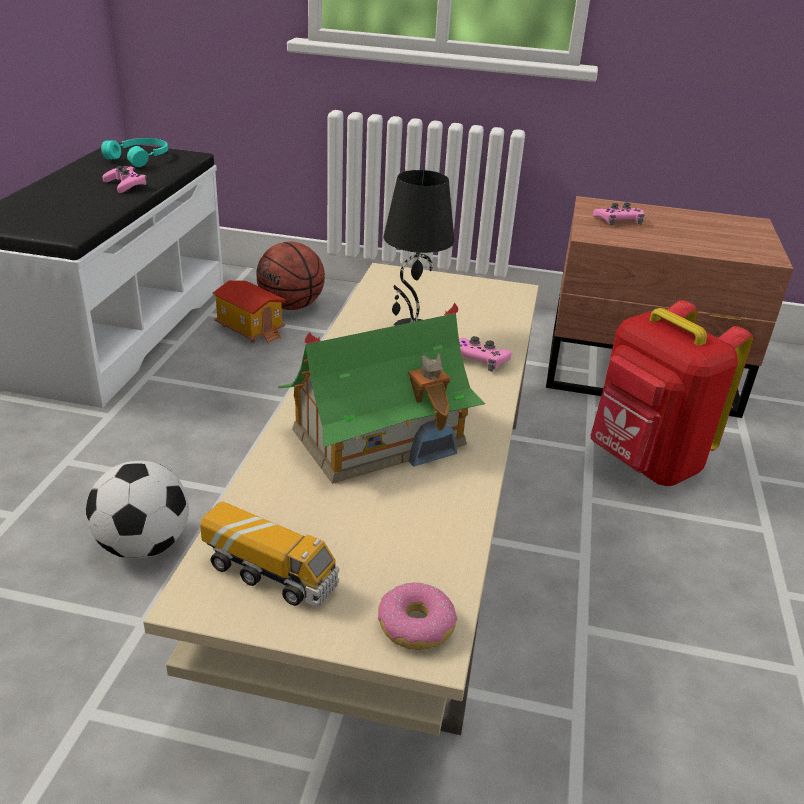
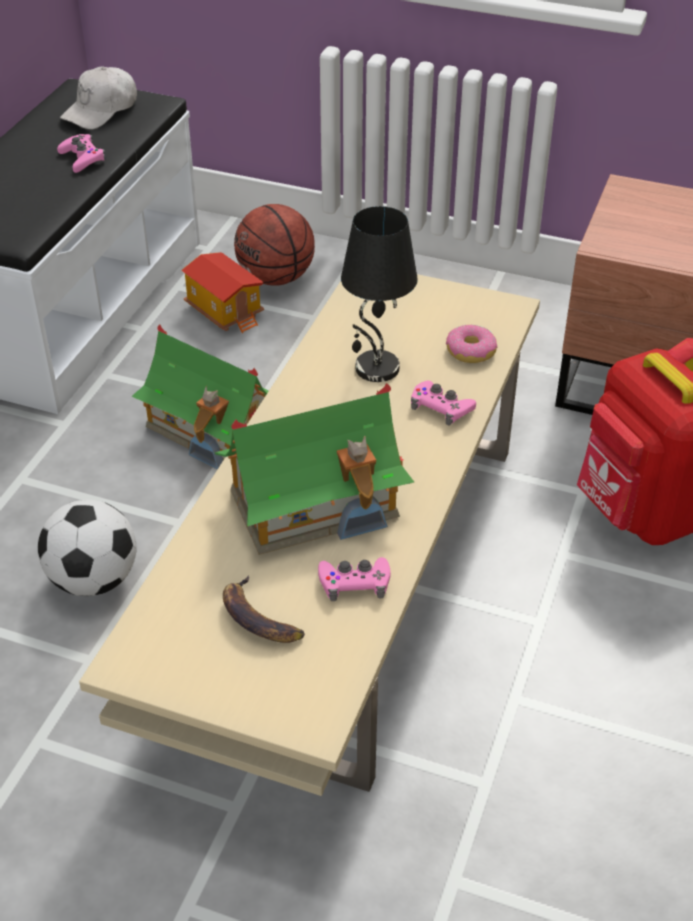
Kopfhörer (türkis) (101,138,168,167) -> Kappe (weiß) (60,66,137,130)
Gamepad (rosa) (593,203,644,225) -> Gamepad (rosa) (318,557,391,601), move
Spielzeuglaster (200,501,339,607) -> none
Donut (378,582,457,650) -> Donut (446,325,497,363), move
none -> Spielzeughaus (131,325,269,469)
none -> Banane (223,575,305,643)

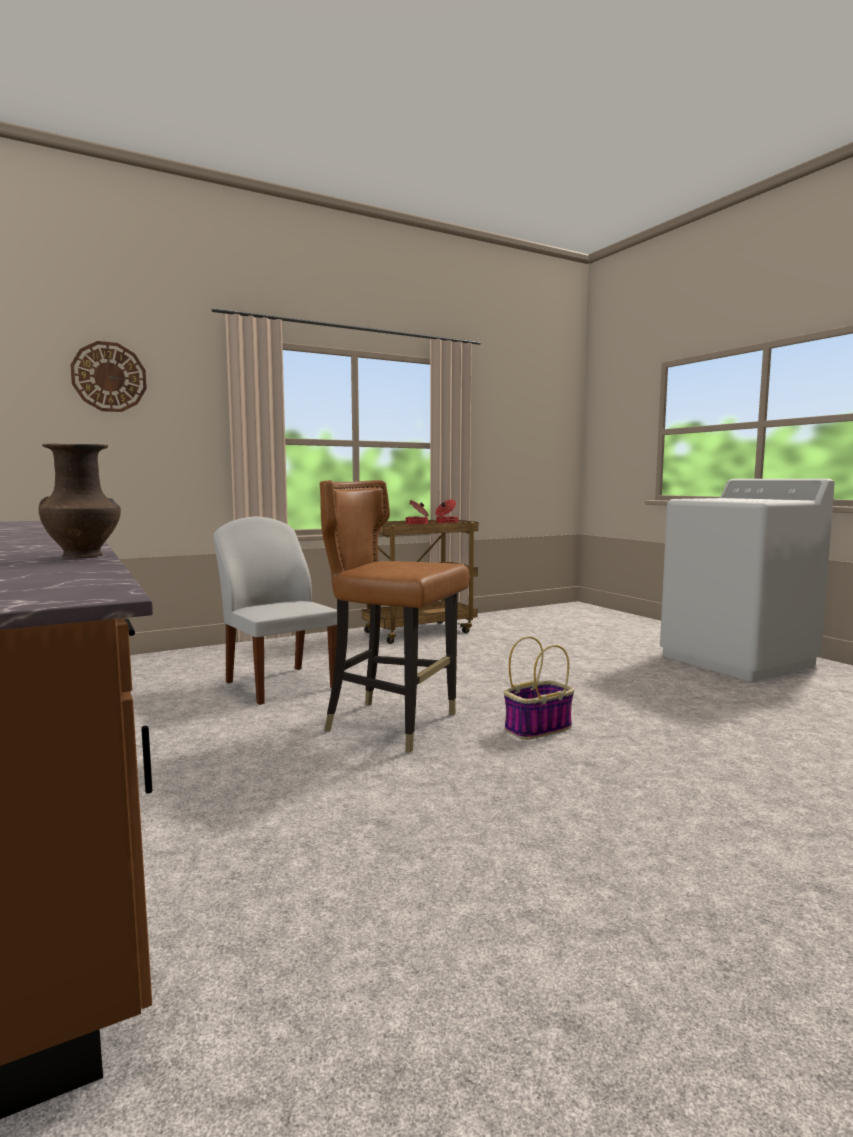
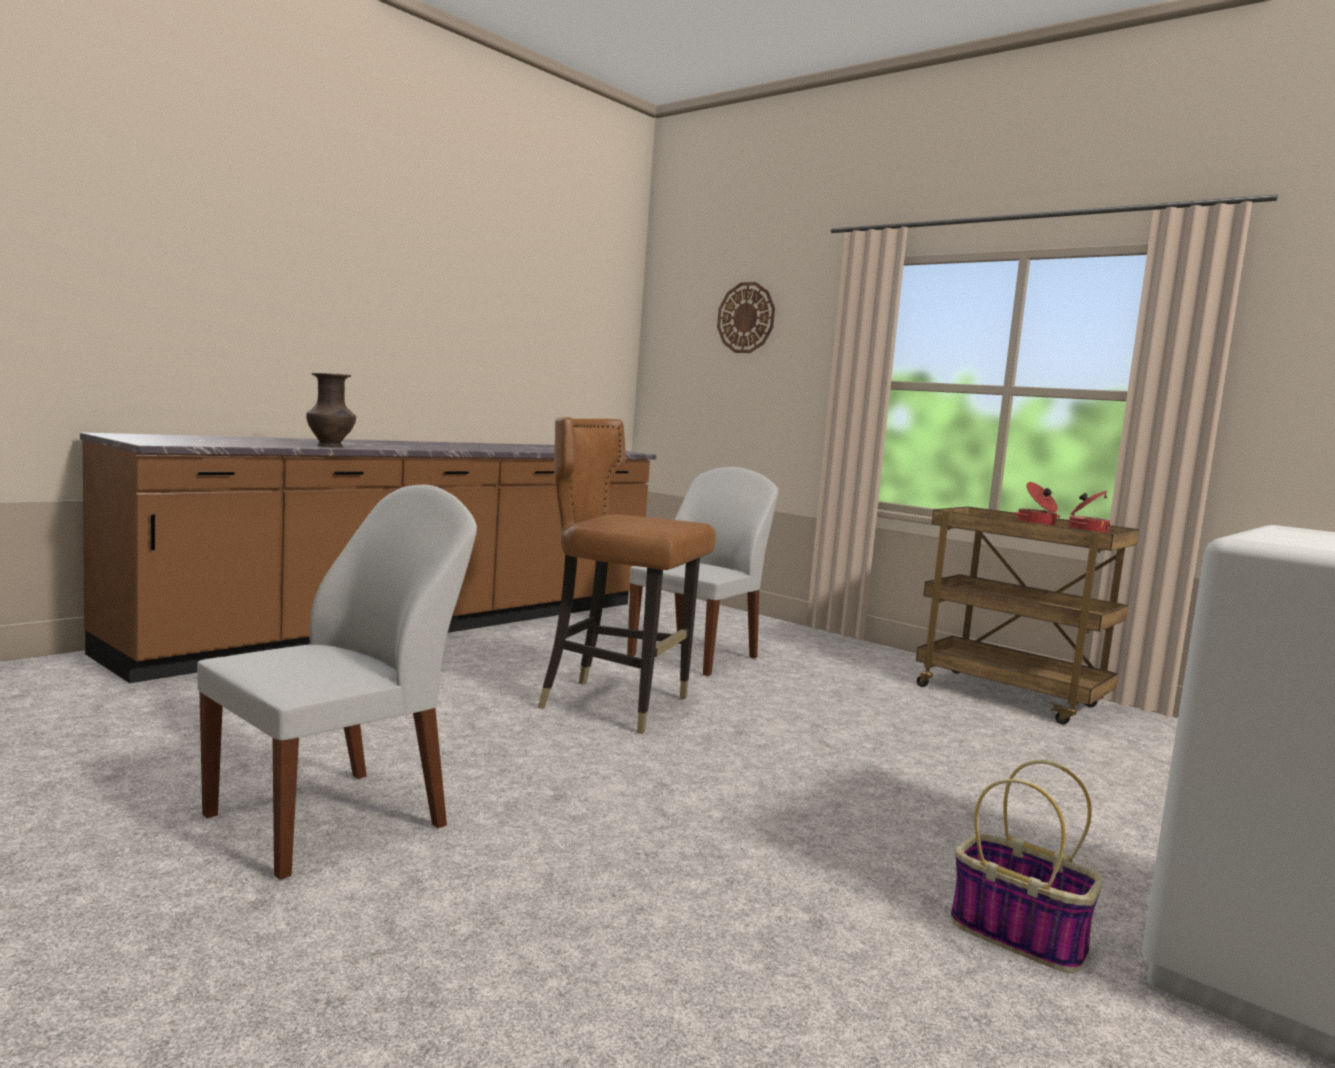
Stuhl (braun) (320,480,470,753) -> Stuhl (braun) (538,417,716,734), 75 degrees counterclockwise
Korb (504,636,574,740) -> Korb (950,760,1103,973), move
none -> Stuhl (weiß) (197,485,477,880)

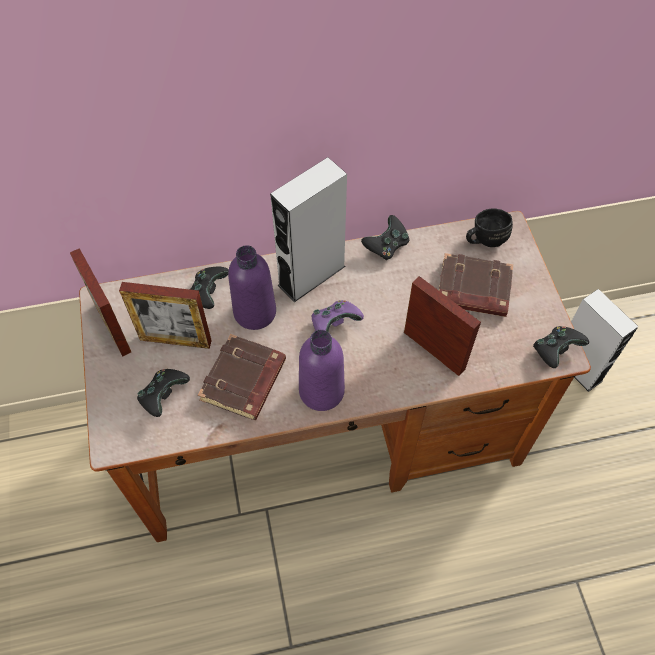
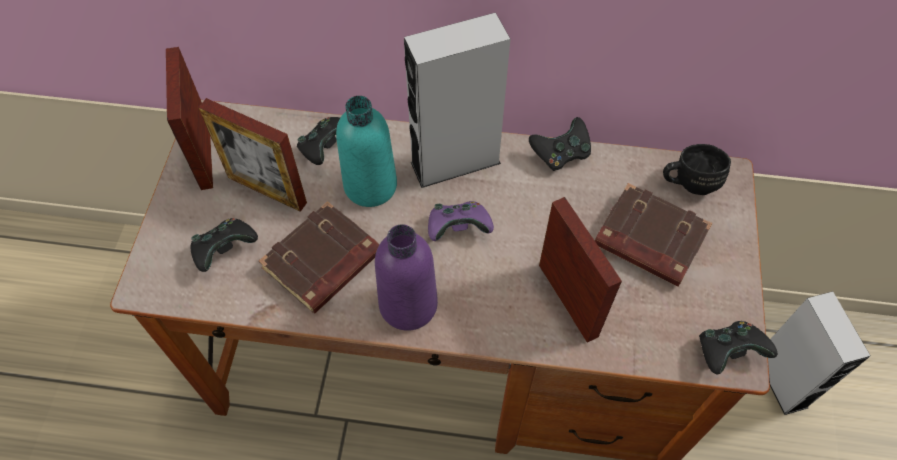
Flasche (lila) (228,245,276,330) -> Flasche (türkis) (336,96,397,207)

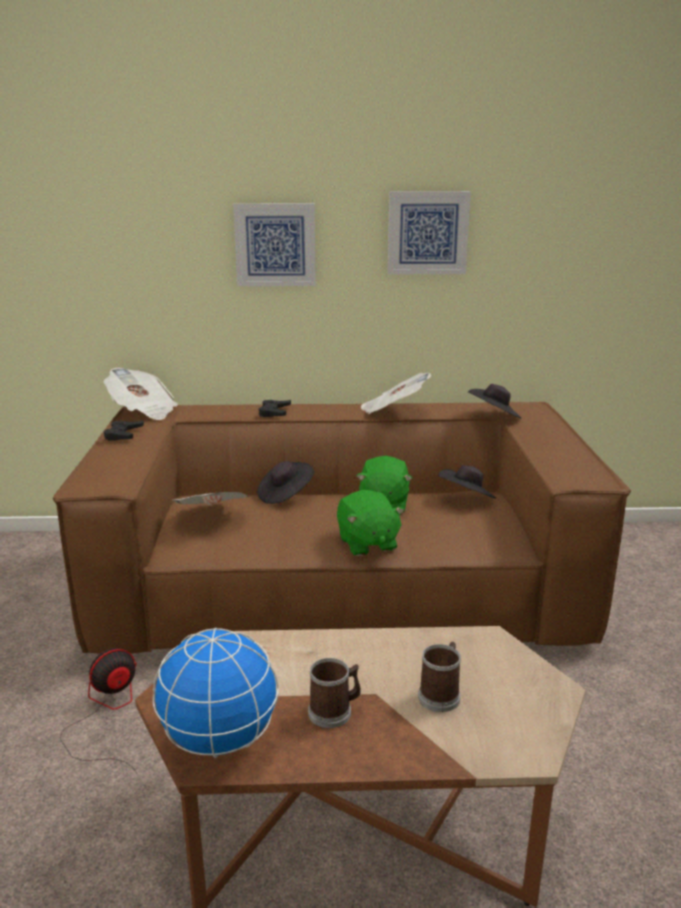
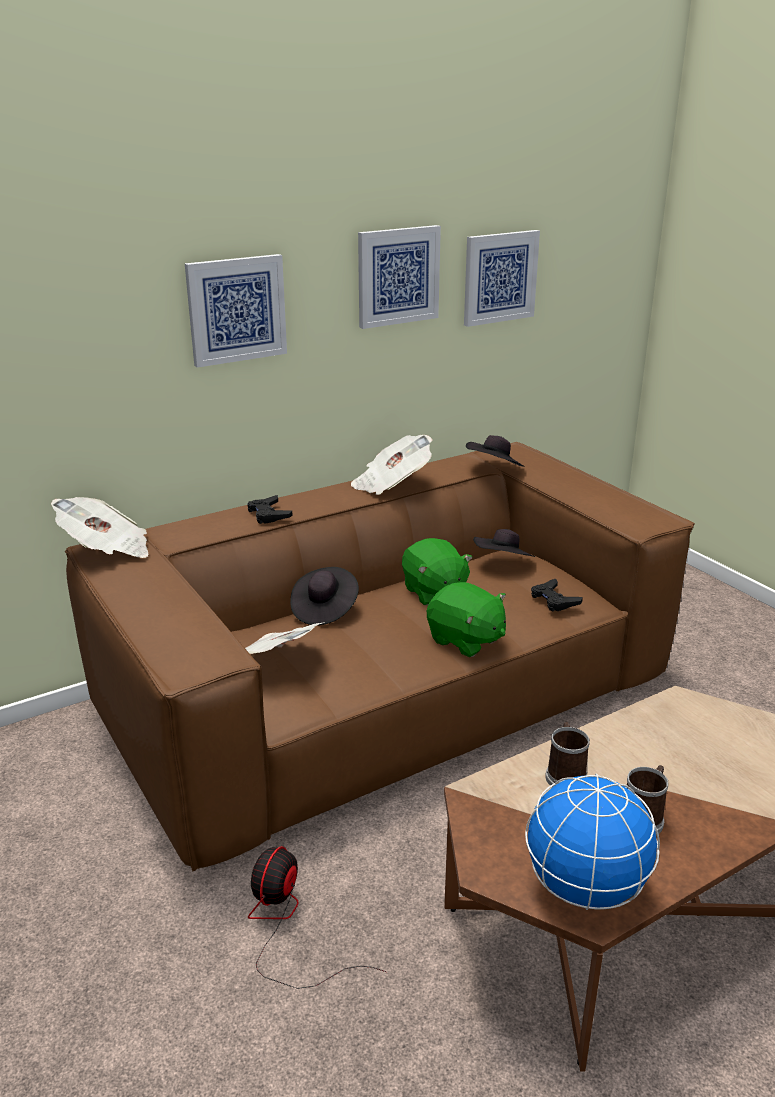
Gamepad (schwarz) (104,421,144,441) -> Gamepad (schwarz) (531,579,583,611), move
Henkelbecher (418,642,461,712) -> Henkelbecher (545,722,590,786), move
none -> Bild (464,230,540,327)

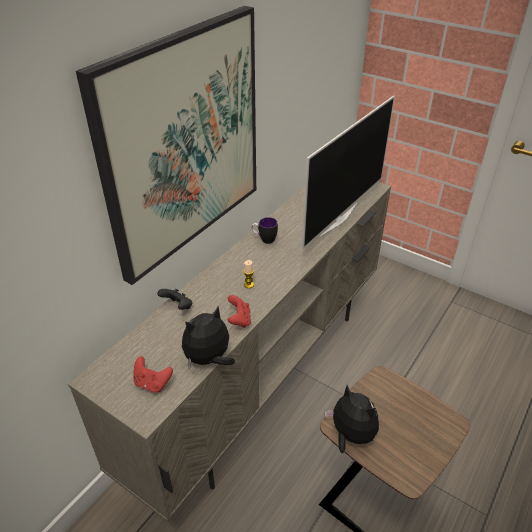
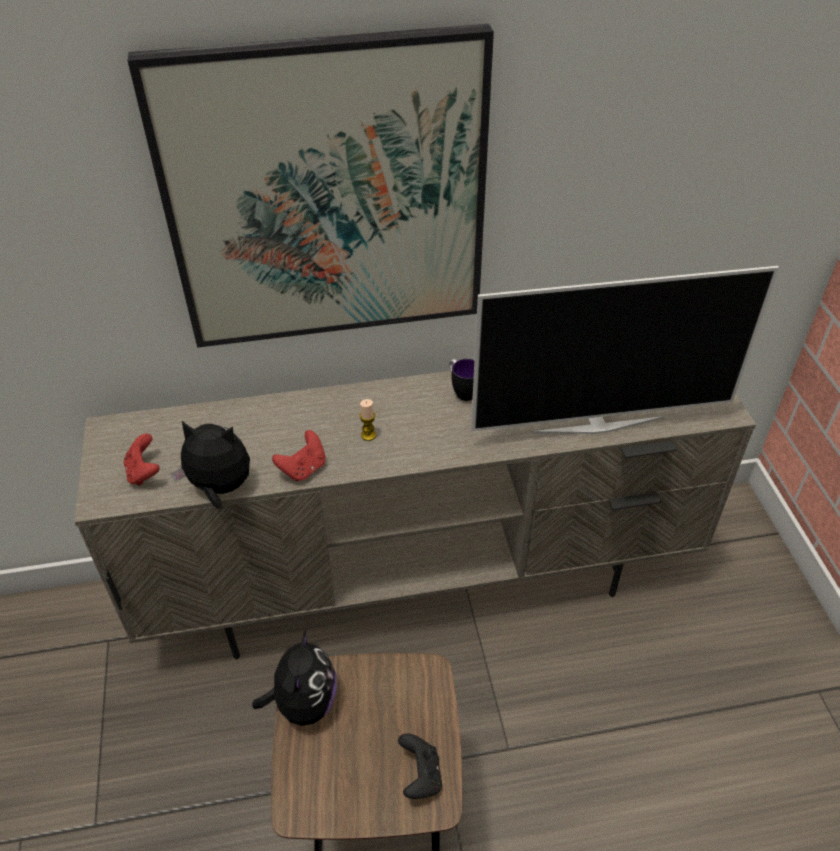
Gamepad (schwarz) (157,289,192,310) -> Gamepad (schwarz) (398,733,442,799), move

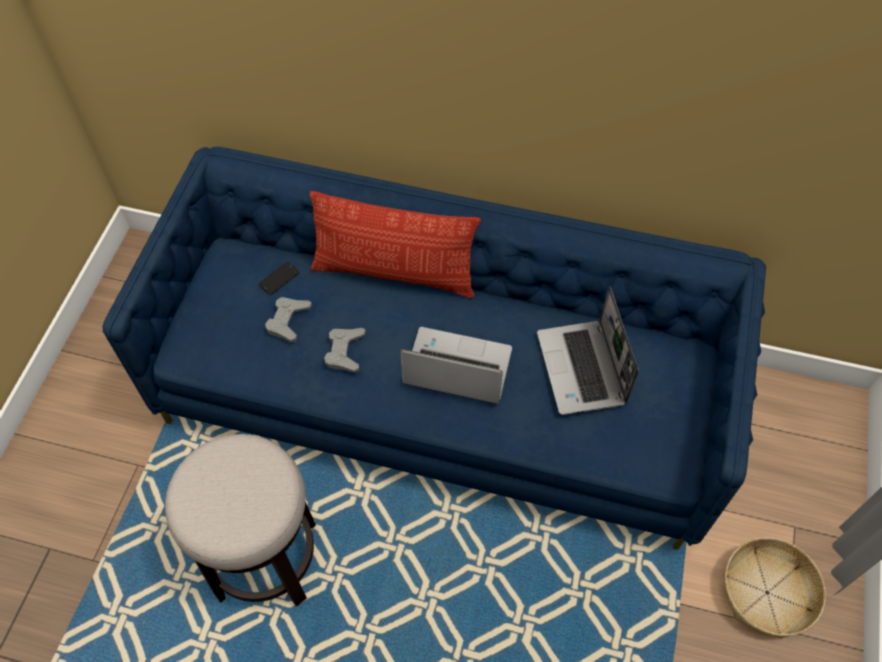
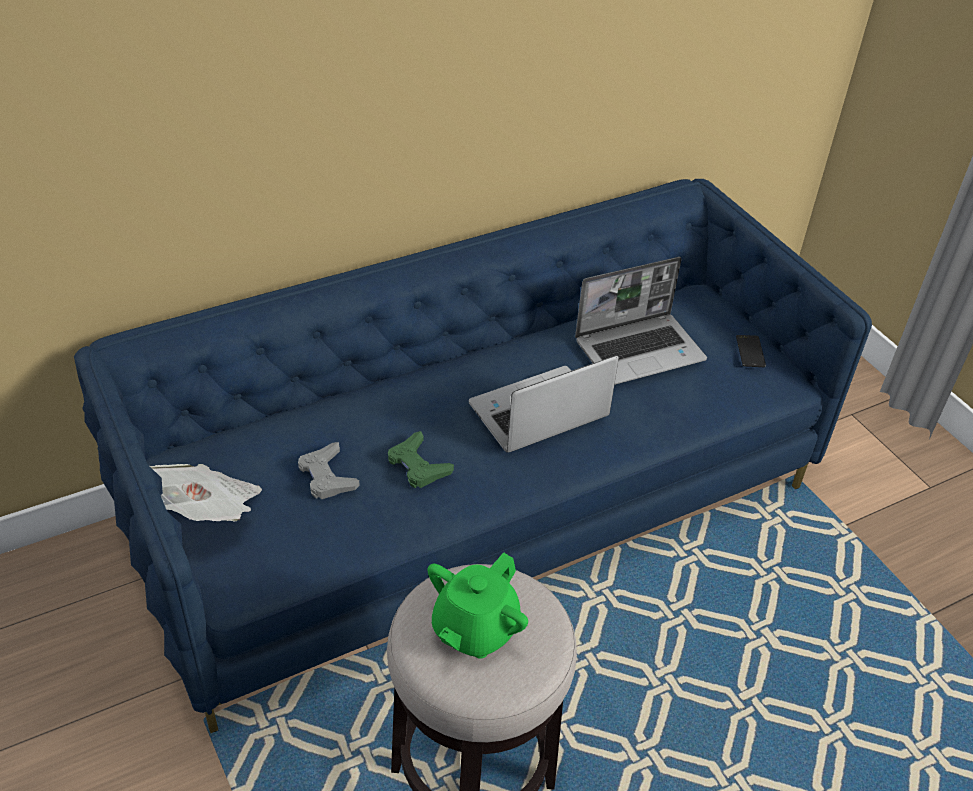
Kissen (309,191,481,298) -> none
Handy (259,261,300,295) -> Handy (736,335,766,367), move
Laptop (537,286,639,415) -> Laptop (575,257,707,385), 60 degrees counterclockwise
Gamepad (grau) (324,328,366,373) -> Gamepad (grün) (388,431,454,488)
Korb (723,537,826,639) -> none
none -> Zeitung (150,464,262,522)
none -> Teekanne (grün) (428,552,528,659)

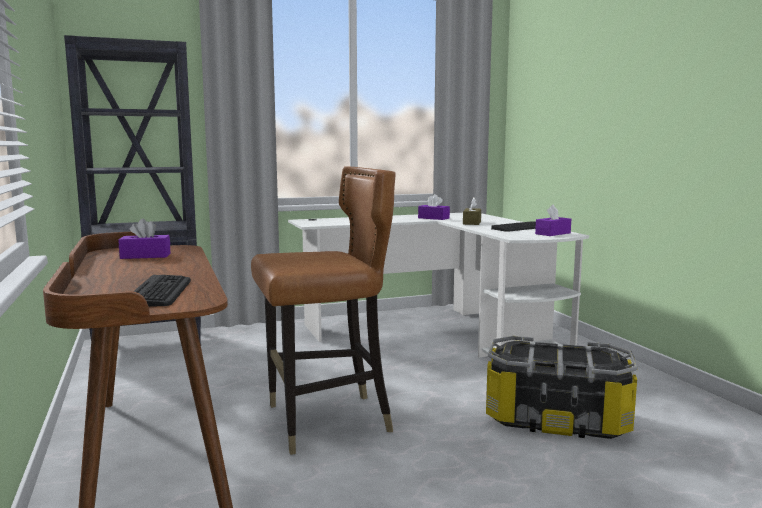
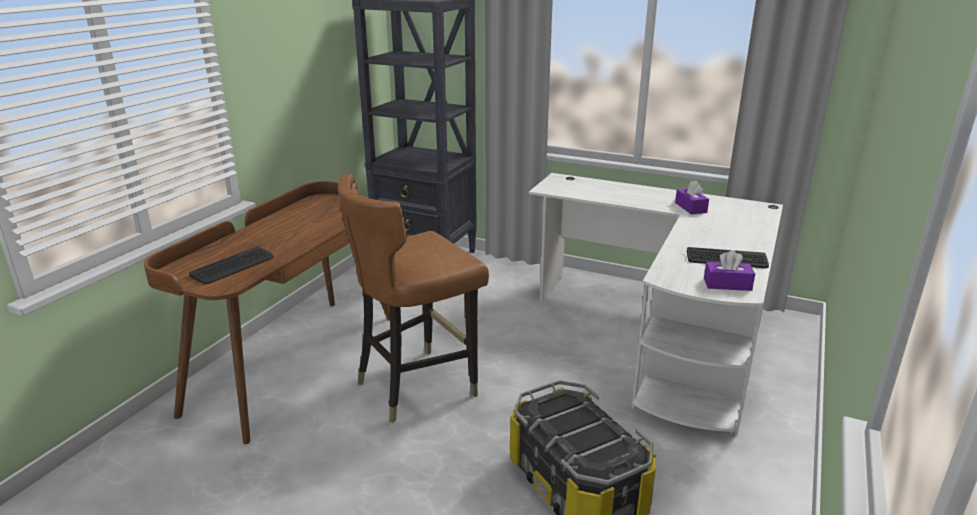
Stuhl (braun) (251,166,396,455) -> Stuhl (braun) (338,174,489,423), 120 degrees clockwise
Taschentuchbox (braun) (463,198,481,225) -> none
Taschentuchbox (lila) (118,219,171,259) -> none

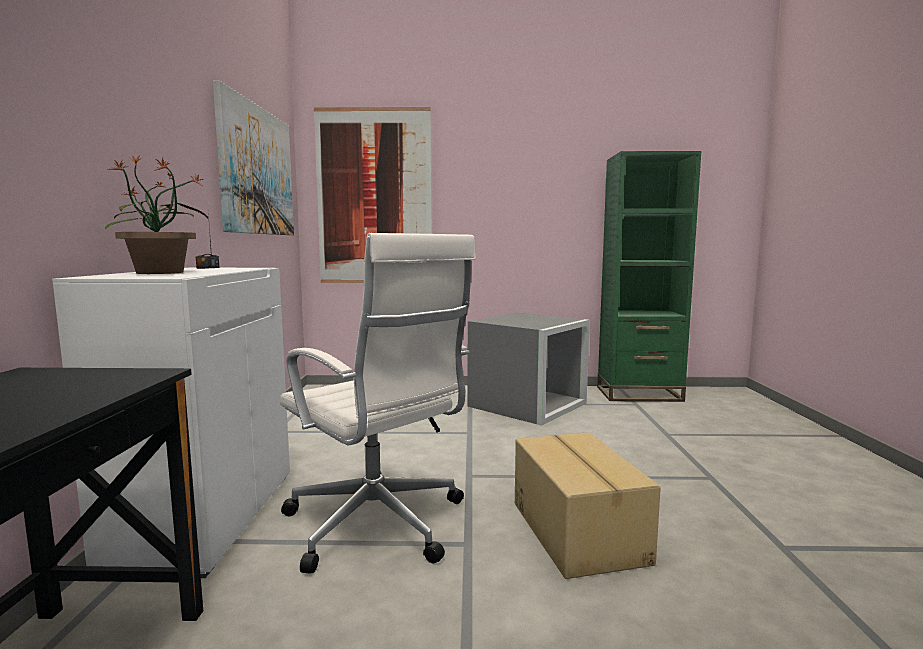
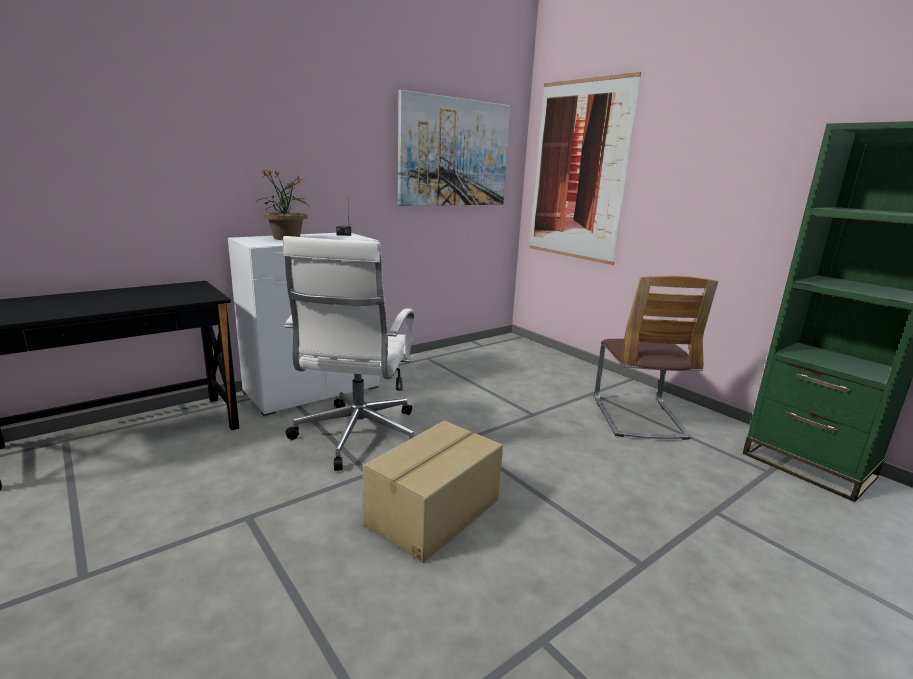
Aufbewahrungsbox (grau) (468,313,590,426) -> Stuhl (595,276,718,440)

